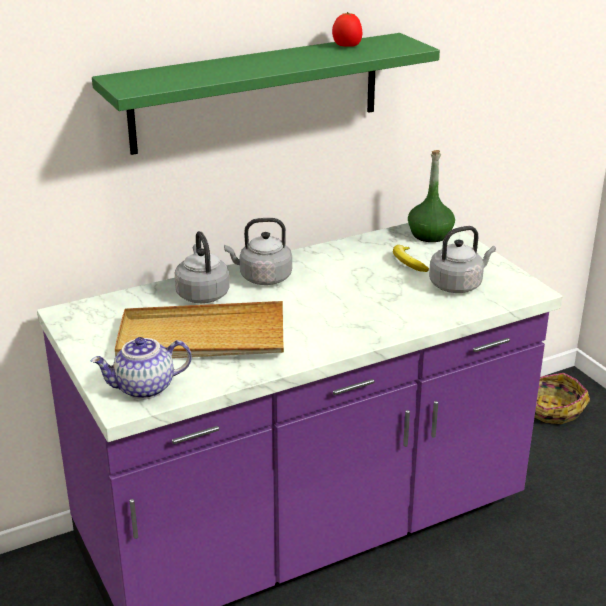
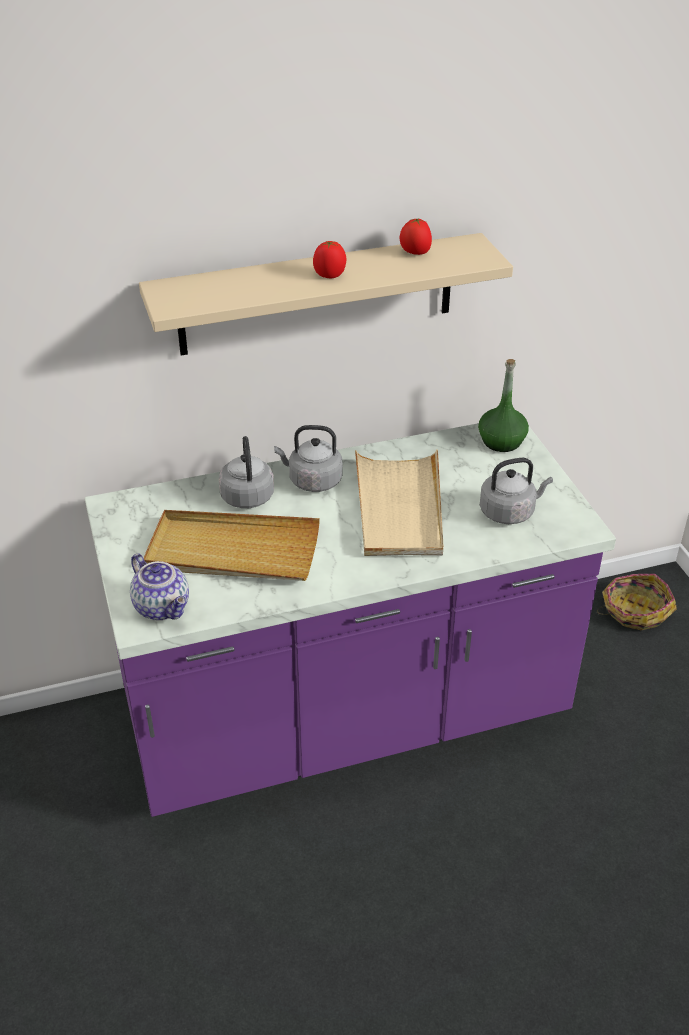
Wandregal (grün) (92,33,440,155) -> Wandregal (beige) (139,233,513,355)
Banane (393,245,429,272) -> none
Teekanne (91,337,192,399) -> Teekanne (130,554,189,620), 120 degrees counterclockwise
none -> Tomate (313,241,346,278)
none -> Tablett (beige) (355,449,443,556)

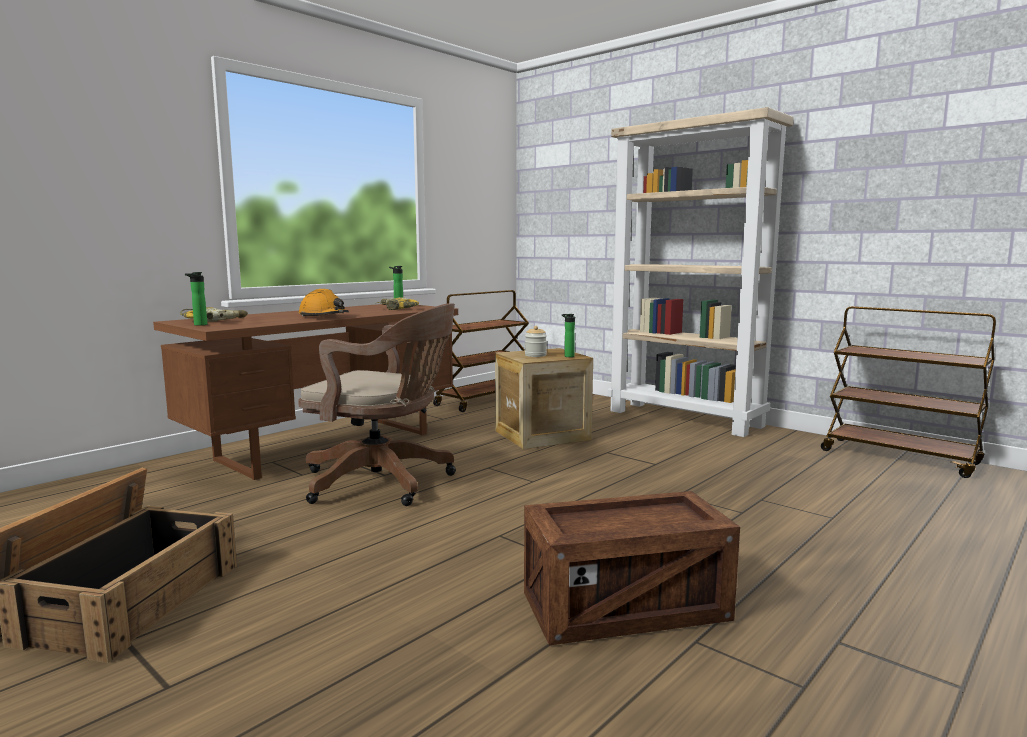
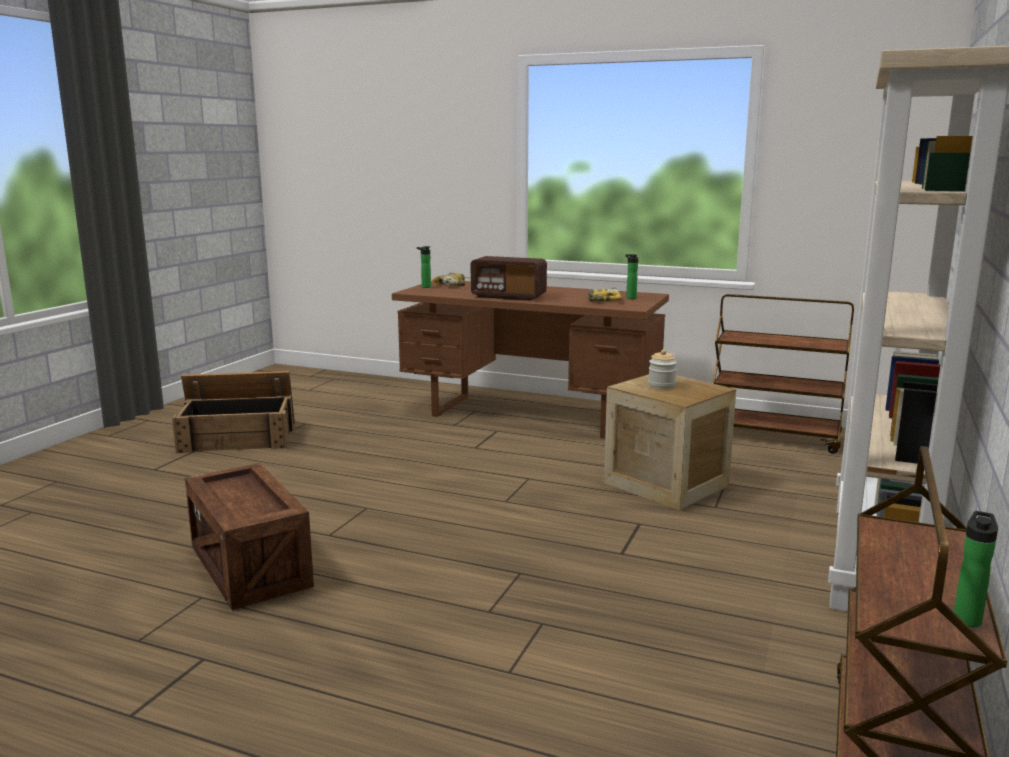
Schutzhelm (orange) (298,289,349,317) -> Radio (471,256,547,301)
Bürostuhl (braun) (298,303,456,506) -> none
Flasche (562,314,575,357) -> Flasche (954,511,998,627), move

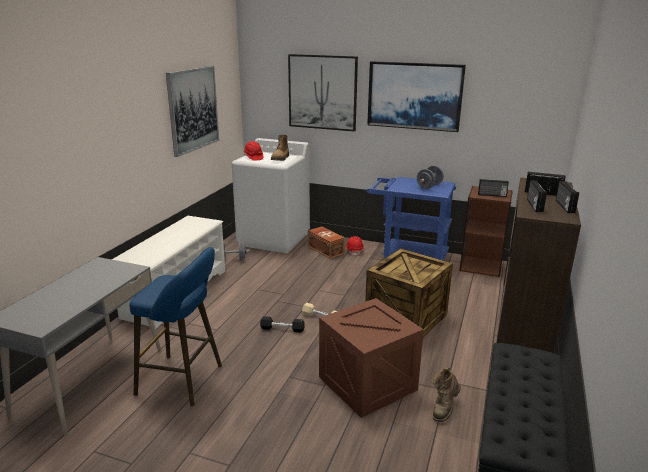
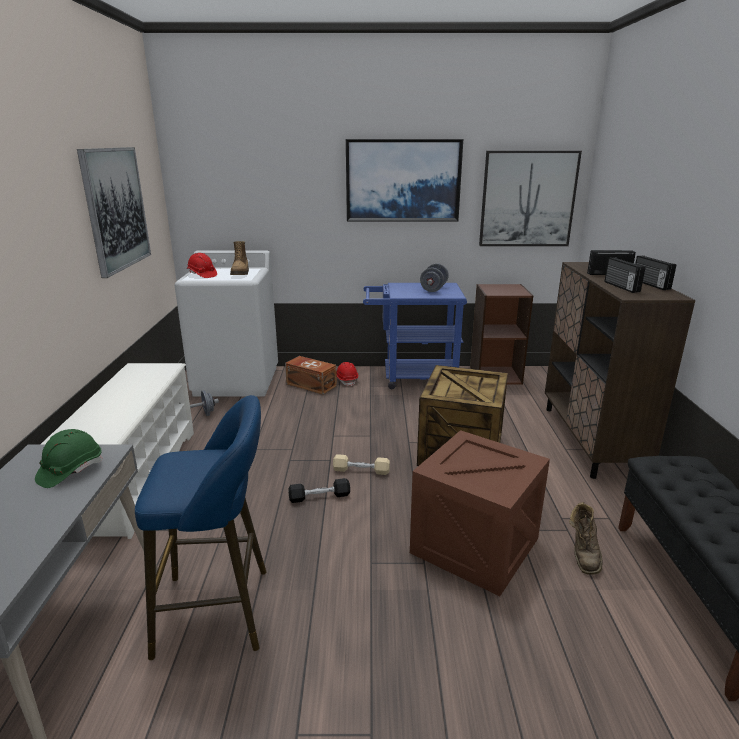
Bild (288,54,358,132) -> Bild (479,151,582,246), move
Radio (478,179,509,197) -> none
none -> Schutzhelm (grün) (35,429,102,488)

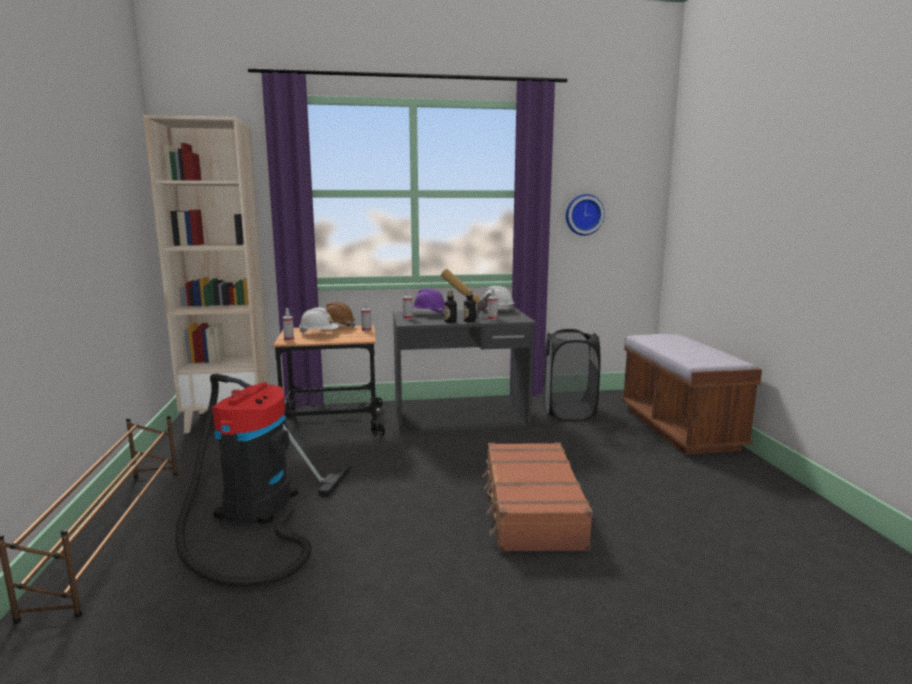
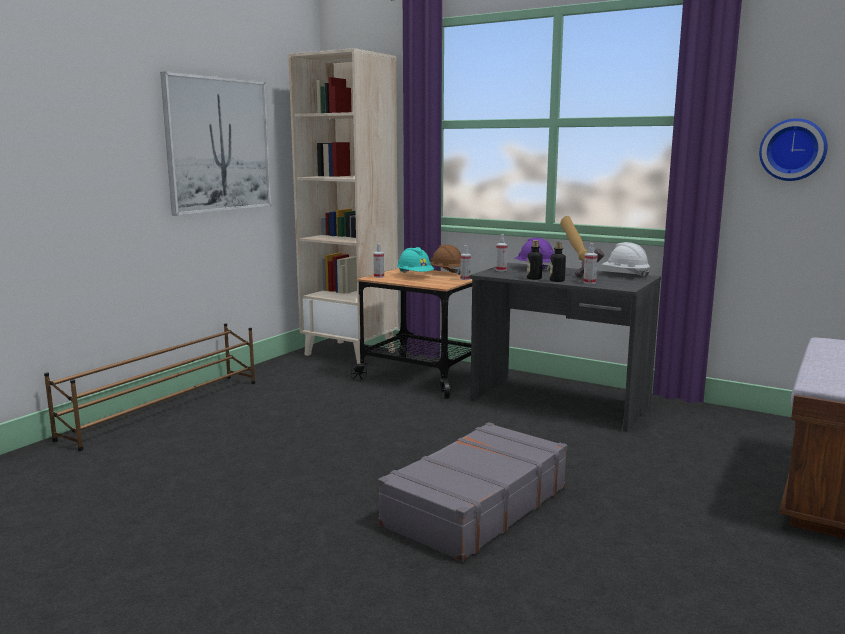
Schutzhelm (weiß) (299,307,338,333) -> Schutzhelm (türkis) (397,247,434,273)
Wäschekorb (schwarz) (544,329,601,422) -> none
Staubsauger (175,374,351,588) -> none
Koffer (braun) (482,442,593,552) -> Koffer (grau) (378,422,567,562)
none -> Bild (160,72,271,216)

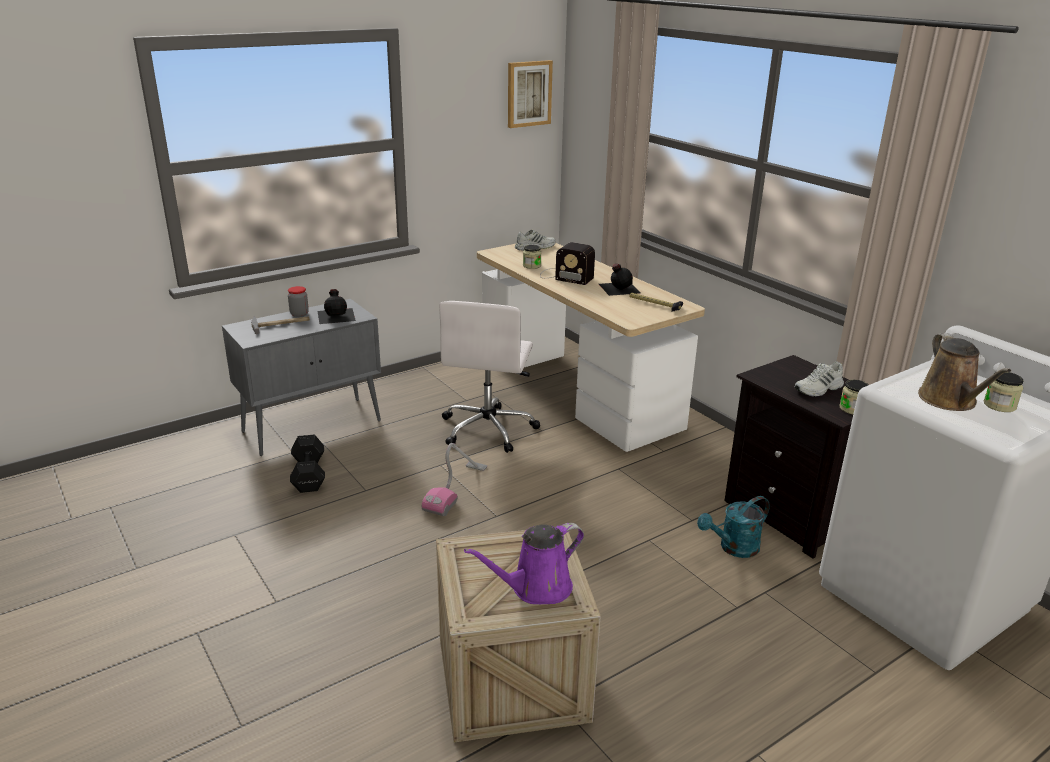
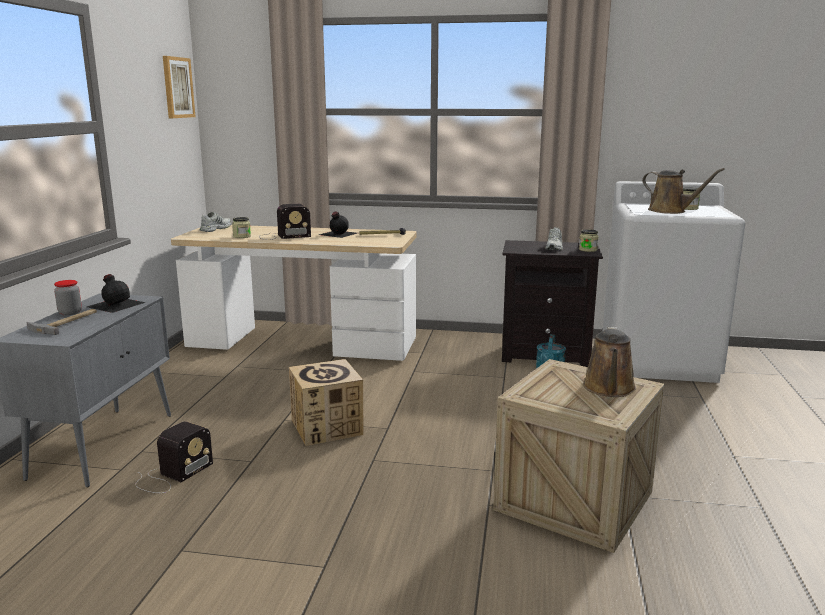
Bürostuhl (weiß) (439,301,540,453) -> none
Hantel (schwarz) (290,434,325,493) -> Radio (136,421,213,493)
Staubsauger (422,443,487,516) -> Karton (289,359,363,446)
Gießkanne (lila) (464,523,584,604) -> Gießkanne (braun) (583,327,636,397)

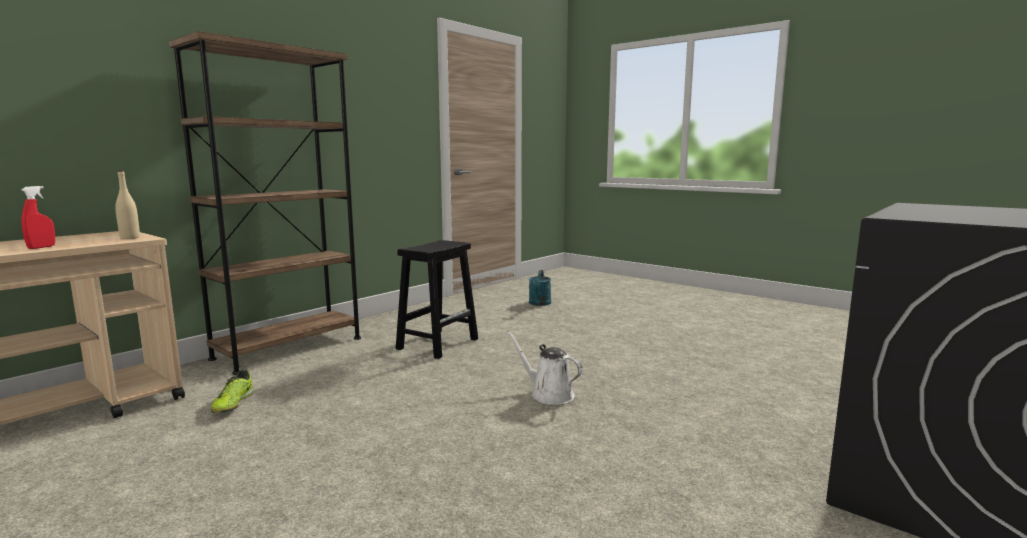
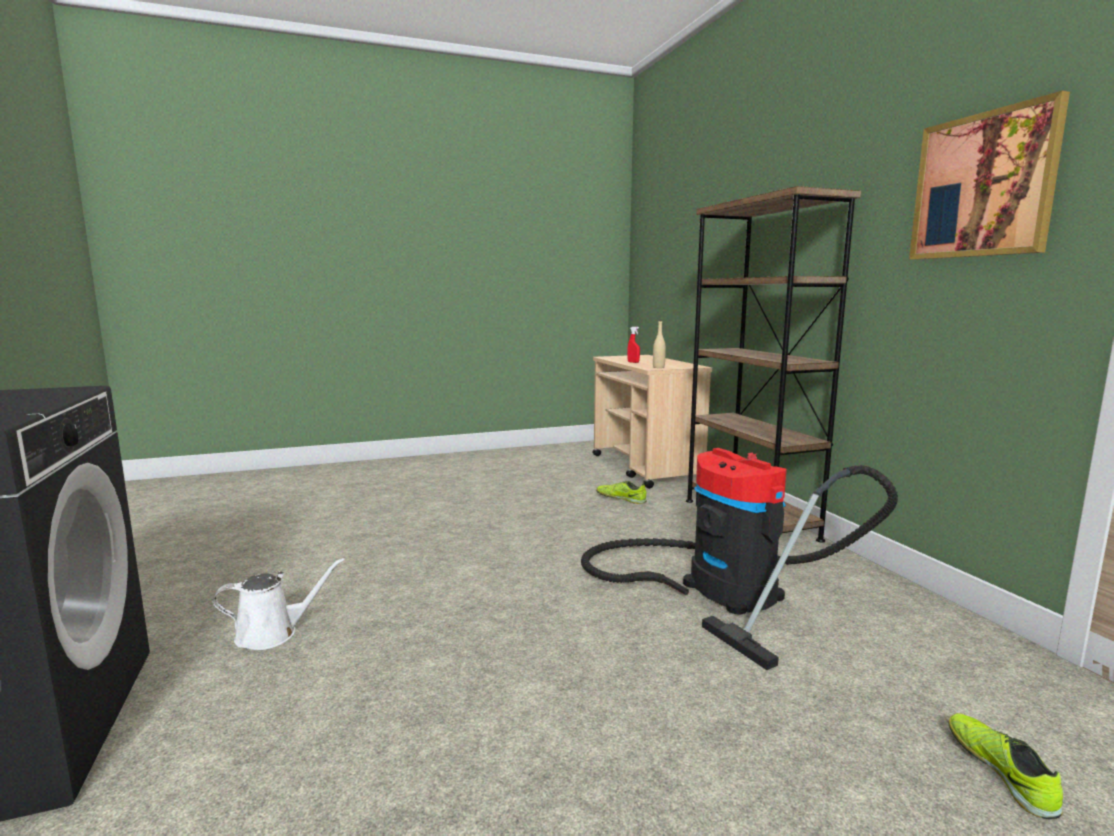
Hocker (schwarz) (396,240,478,359) -> Staubsauger (581,448,898,670)
Gießkanne (türkis) (529,270,551,306) -> Schuh (948,713,1063,819)
Gießkanne (weiß) (506,331,583,405) -> Gießkanne (weiß) (213,558,345,650), move
none -> Bild (909,91,1070,260)

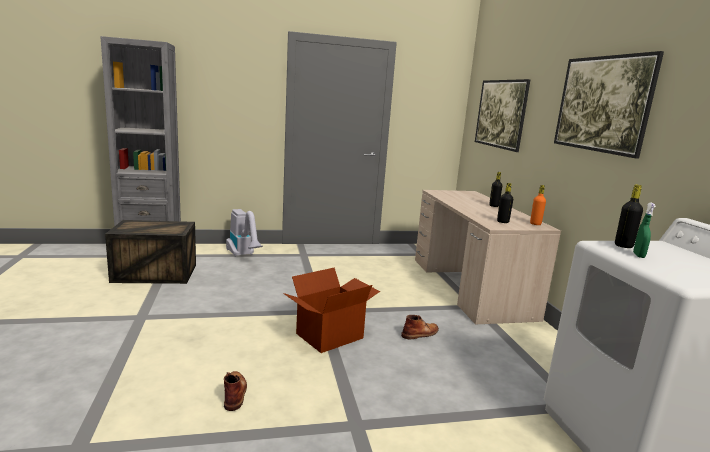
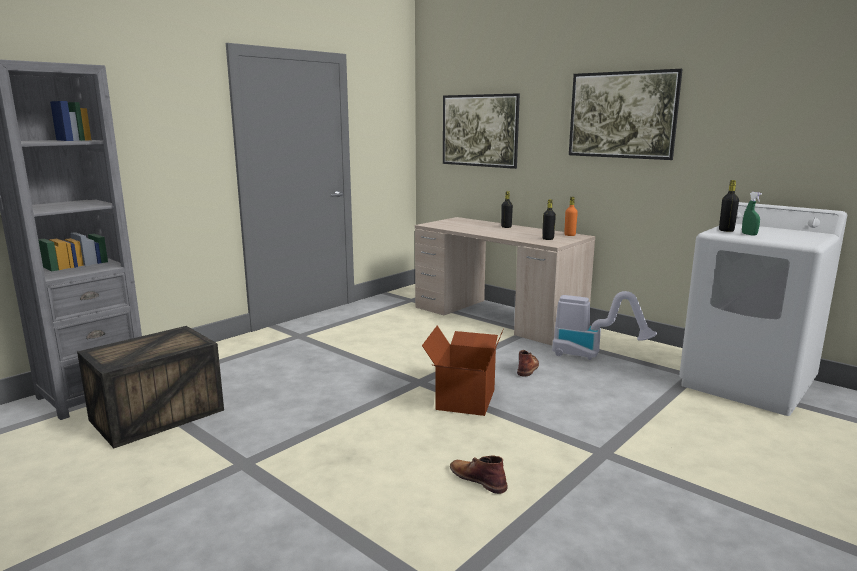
Staubsauger (226,209,263,257) -> Staubsauger (552,291,657,360), move

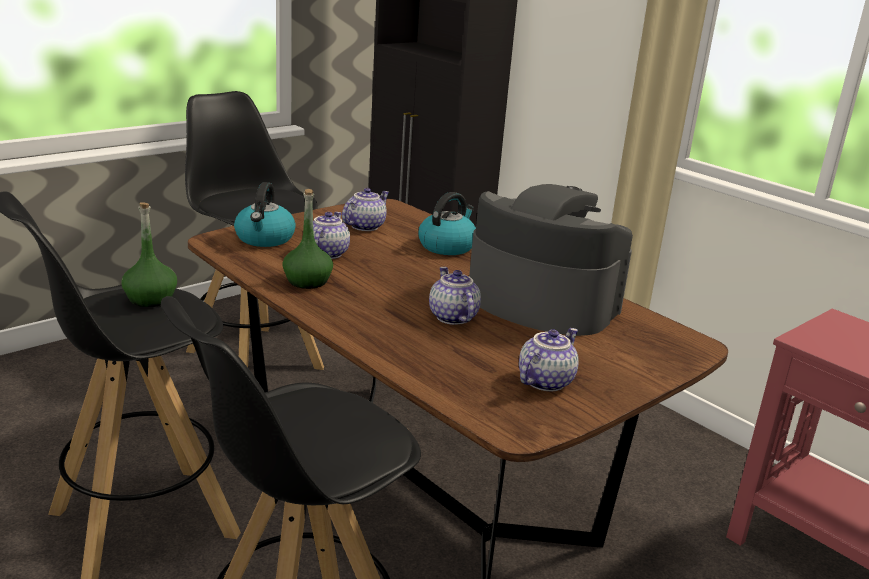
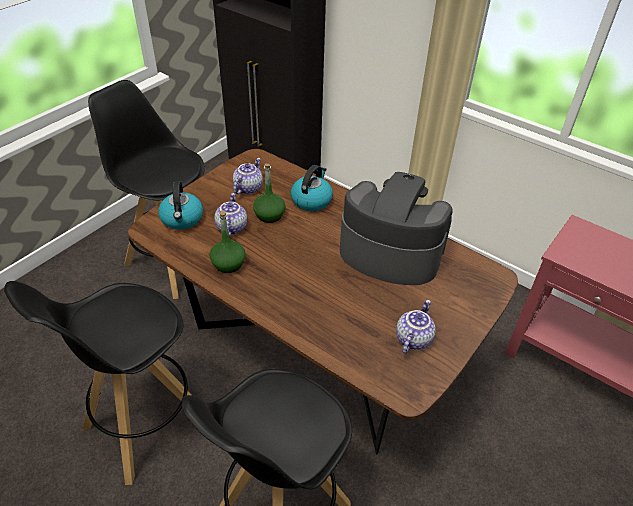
Flasche (grün) (122,202,177,307) -> Flasche (grün) (253,164,286,223), move
Teekanne (429,267,481,325) -> none

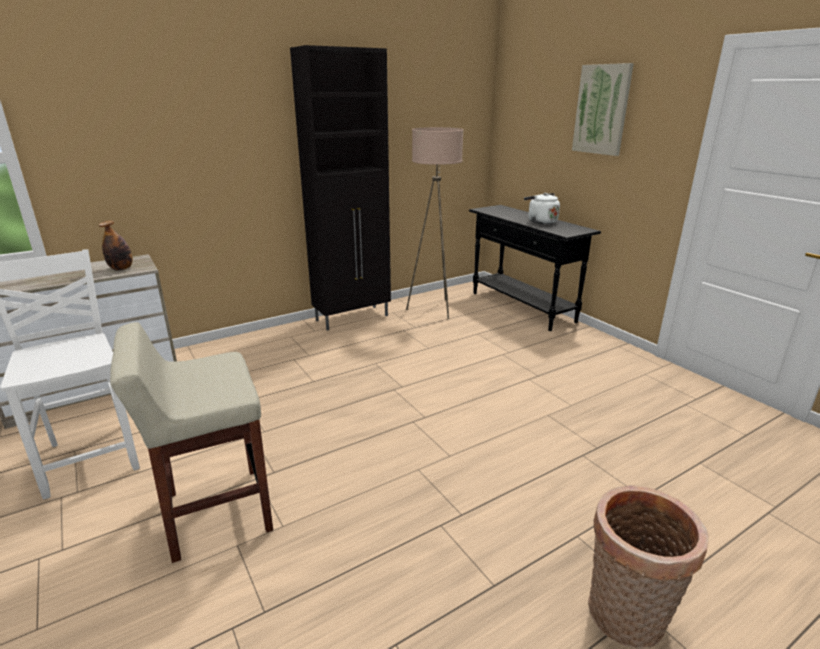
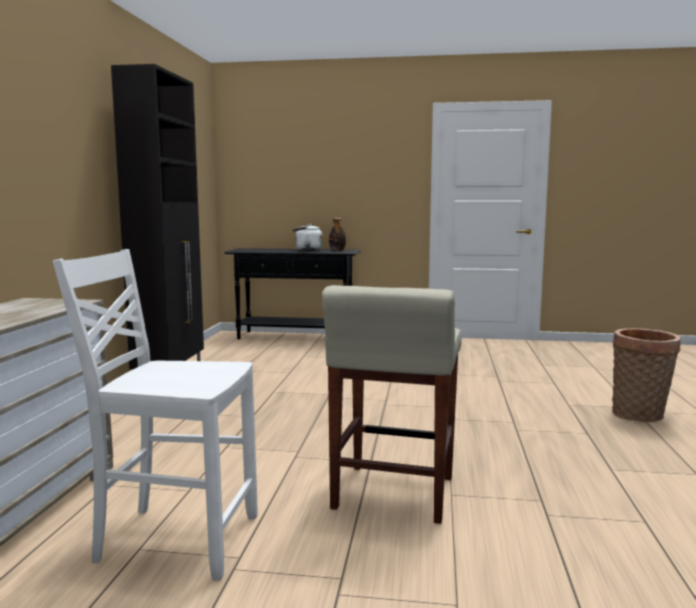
Bild (572,63,634,156) -> none
Stehlampe (beige) (406,127,464,319) -> none
Flasche (99,220,133,271) -> Flasche (329,218,346,251), move

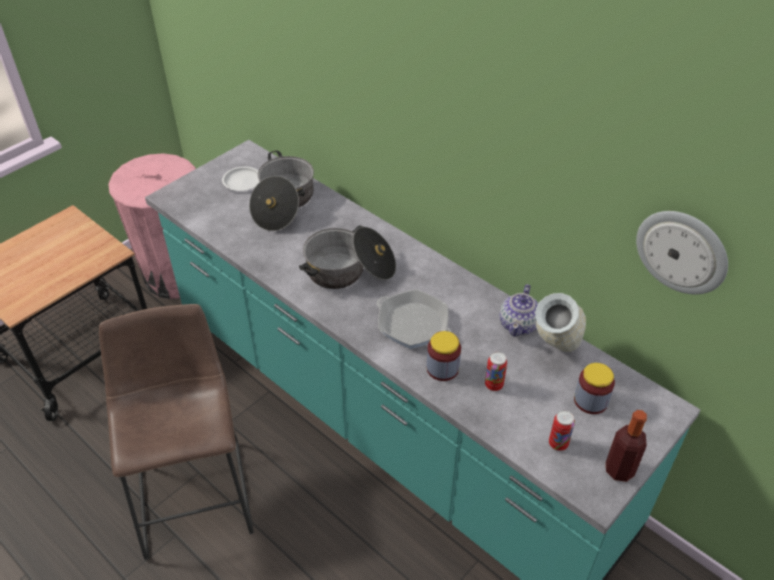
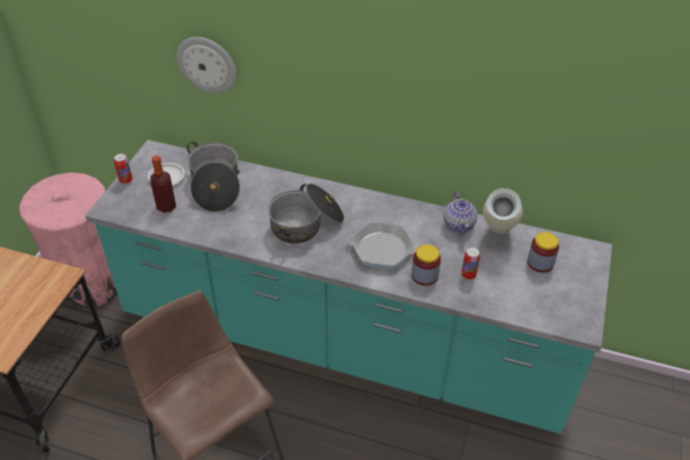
Wanduhr (636,211,728,294) -> Wanduhr (177,37,236,93), move
Dose (549,410,575,451) -> Dose (114,153,133,184), move
Flasche (606,410,647,482) -> Flasche (150,156,176,213), move

